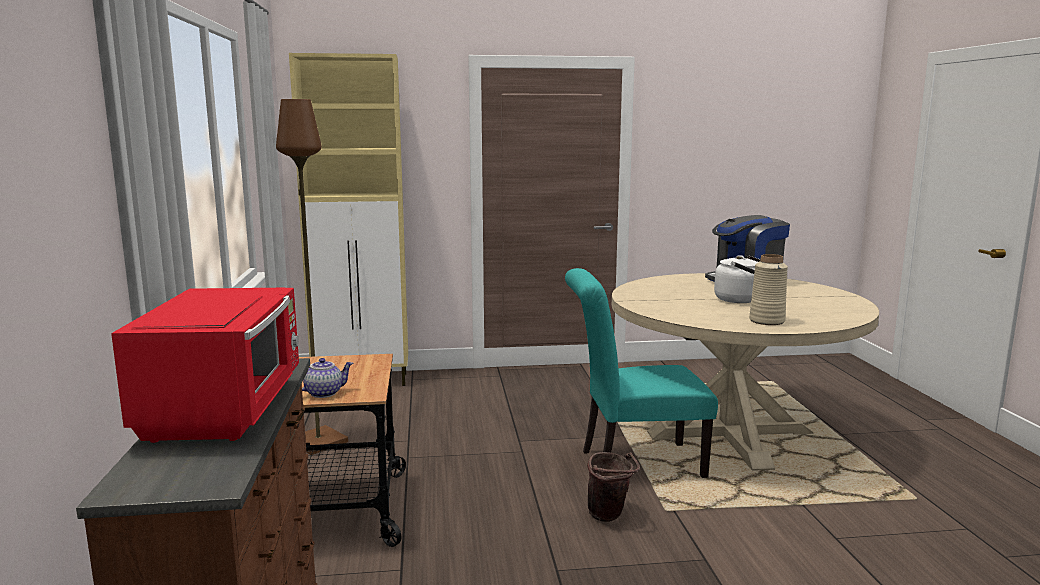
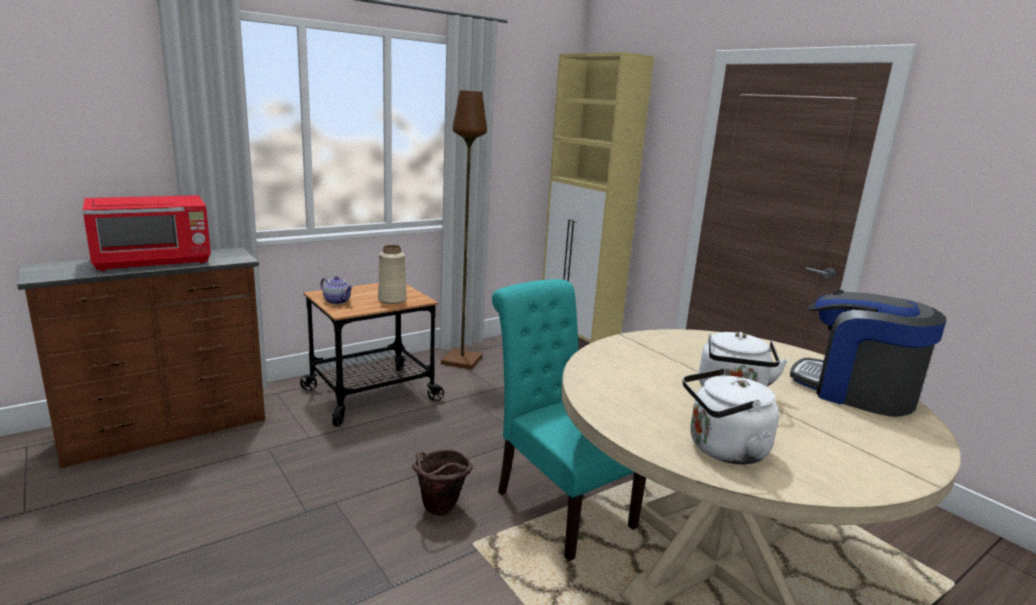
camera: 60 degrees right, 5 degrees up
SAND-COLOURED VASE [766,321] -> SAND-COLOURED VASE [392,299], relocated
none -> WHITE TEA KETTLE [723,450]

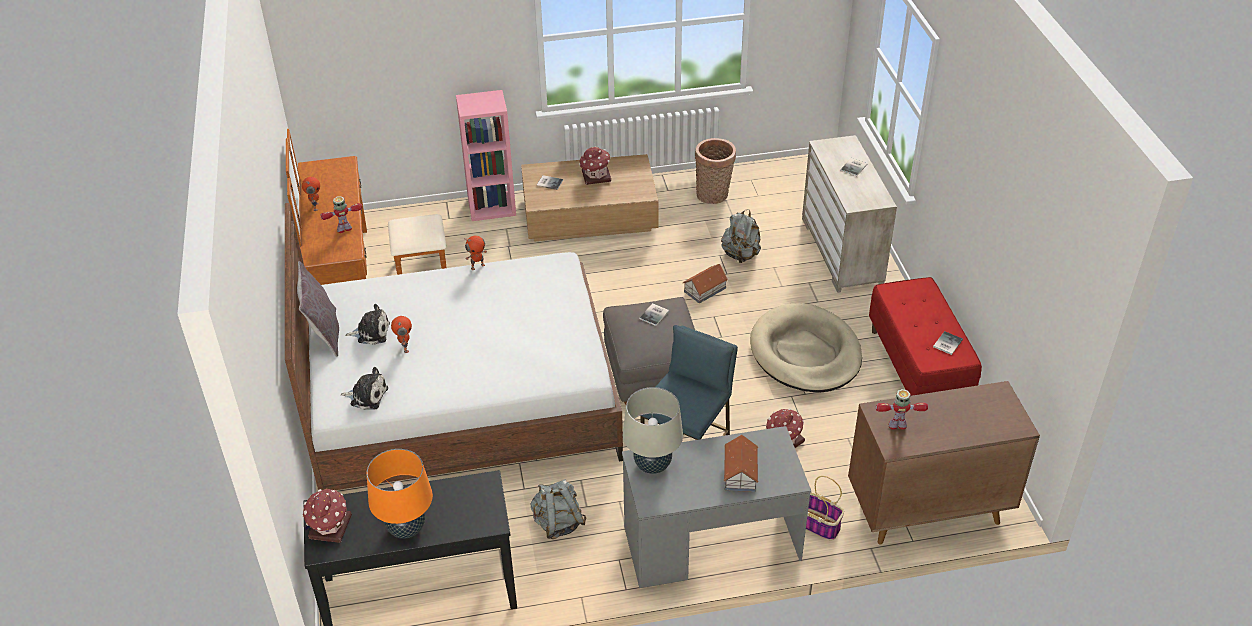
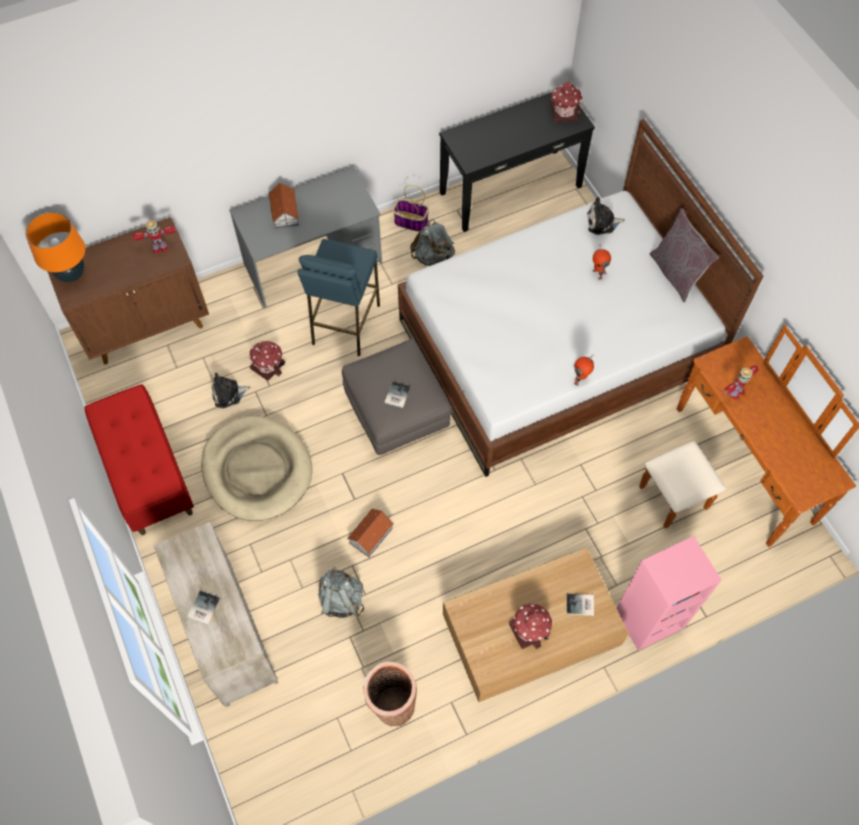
camera: 165 degrees right, 20 degrees up
ORANGE TABLETOP LAMP [406,528] -> ORANGE TABLETOP LAMP [71,274], relocated
CUDDLY TOY [371,332] -> CUDDLY TOY [228,394], relocated
STORAGE BASKET [819,525] -> STORAGE BASKET [410,222], relocated
ROBOT FIGURE [315,206] -> none
SAND-COLOURED TABLETOP LAMP [652,465] -> none
VOLUME [946,343] -> none

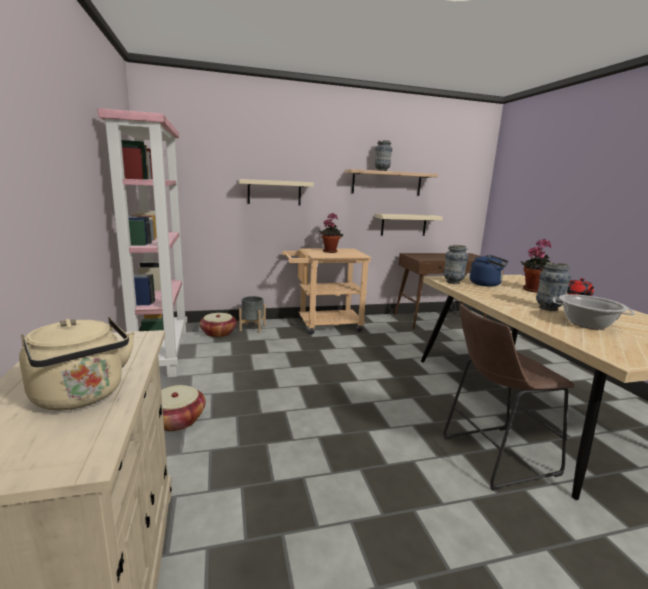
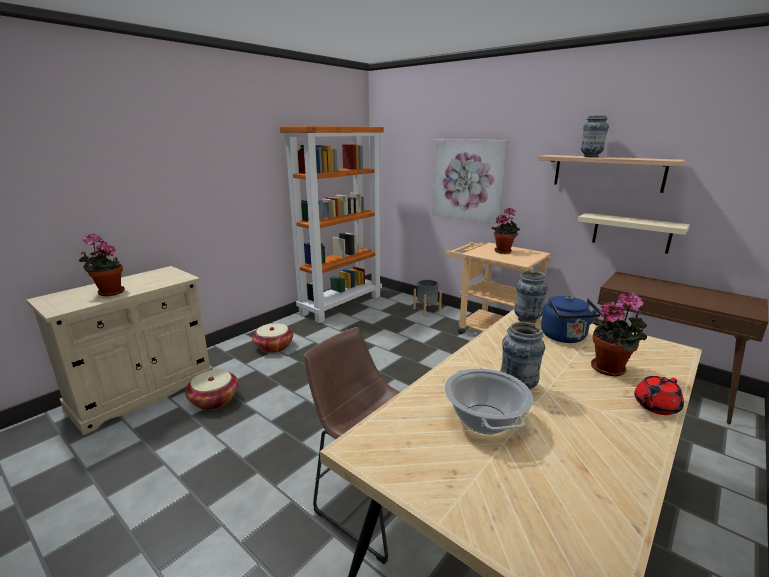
camera: 55 degrees right, 5 degrees up
SAND-COLOURED TEA KETTLE [82,396] -> HOUSEPLANT [109,292]
STORAGE BASKET [218,333] -> STORAGE BASKET [214,400], relocated
PINK BOOKCASE [161,352] -> ORANGE BOOKCASE [341,304]
SAND-COLOURED SHELF [274,192] -> WALL PICTURE [468,180]

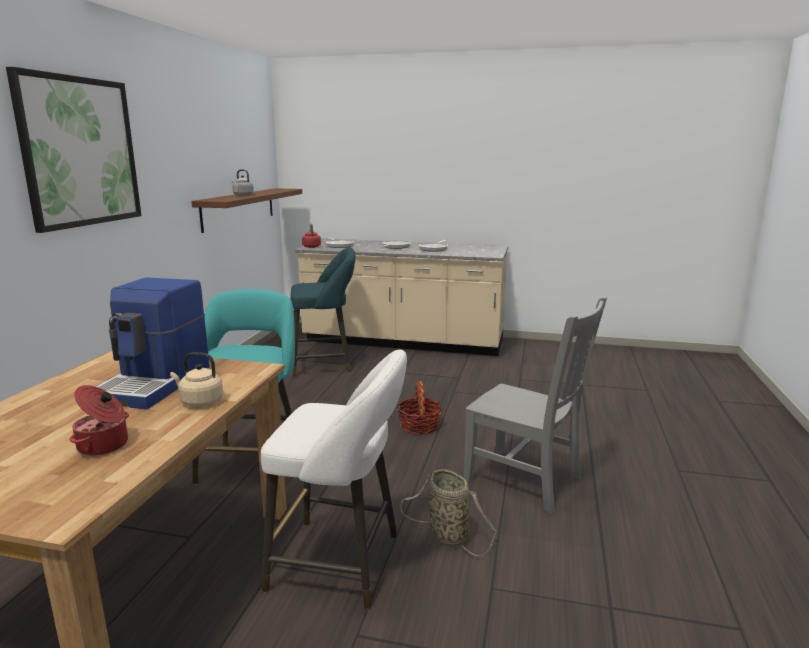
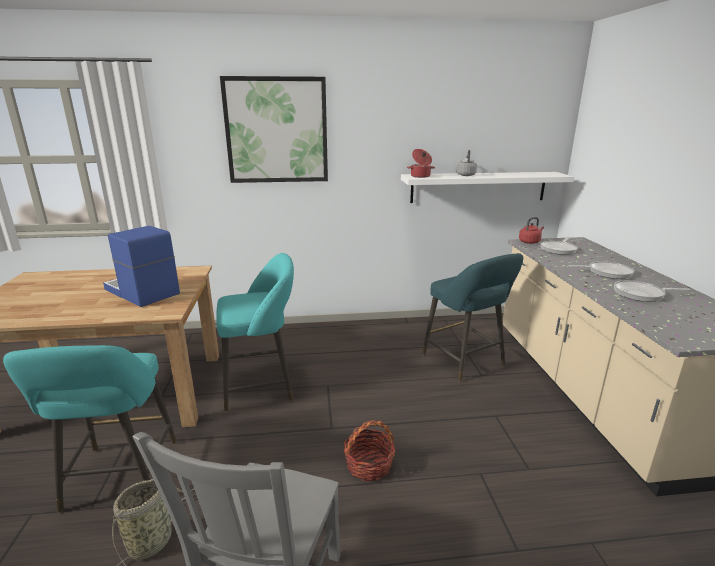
camera: 70 degrees right, 5 degrees up
WHITE SITTING STOOL [342,564] -> TURQUOISE SITTING STOOL [120,479]
COFFEE MAKER [156,383] -> COFFEE MAKER [141,292], 45 degrees clockwise
BROWN-COLOURED SHELF [239,208] -> WHITE SHELF [478,187]
STOCKPOT [104,446] -> STOCKPOT [420,176], relocated
SAND-COLOURED TEA KETTLE [199,401] -> none

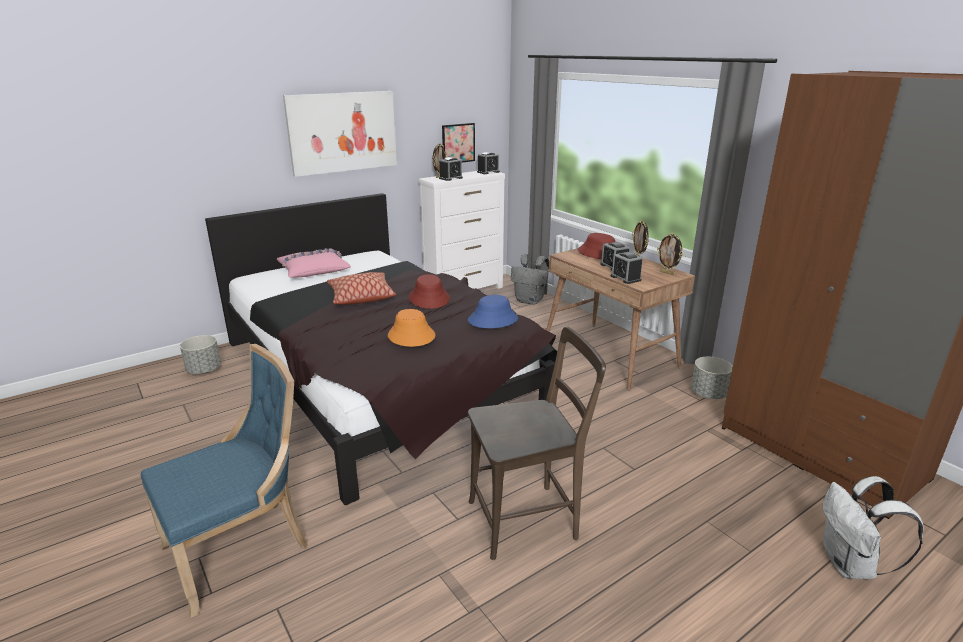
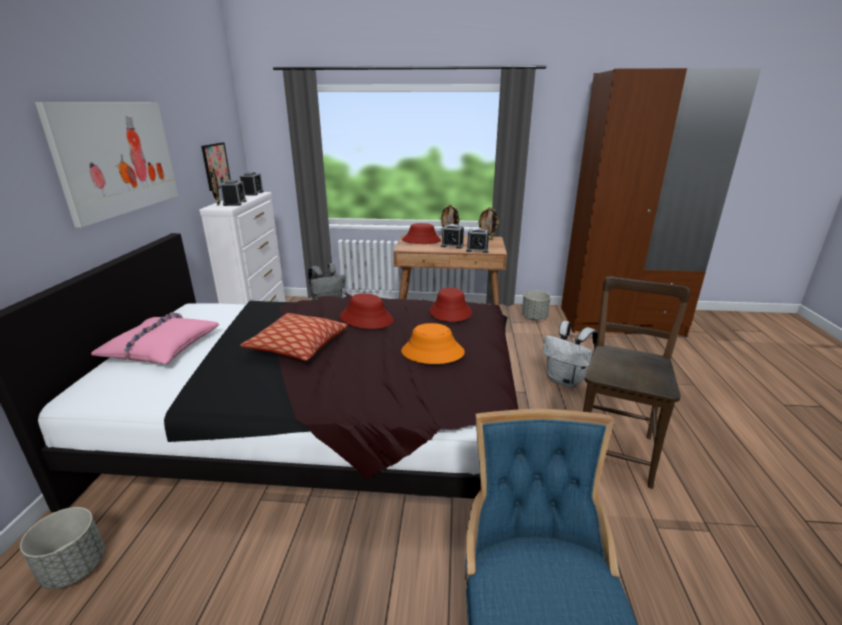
camera: 50 degrees left, 0 degrees up
BLUE-COLOURED CLOTHING HAT [492,320] -> RED CLOTHING HAT [450,312]
WHITE KNAPSACK [850,565] -> WHITE KNAPSACK [566,381], relocated

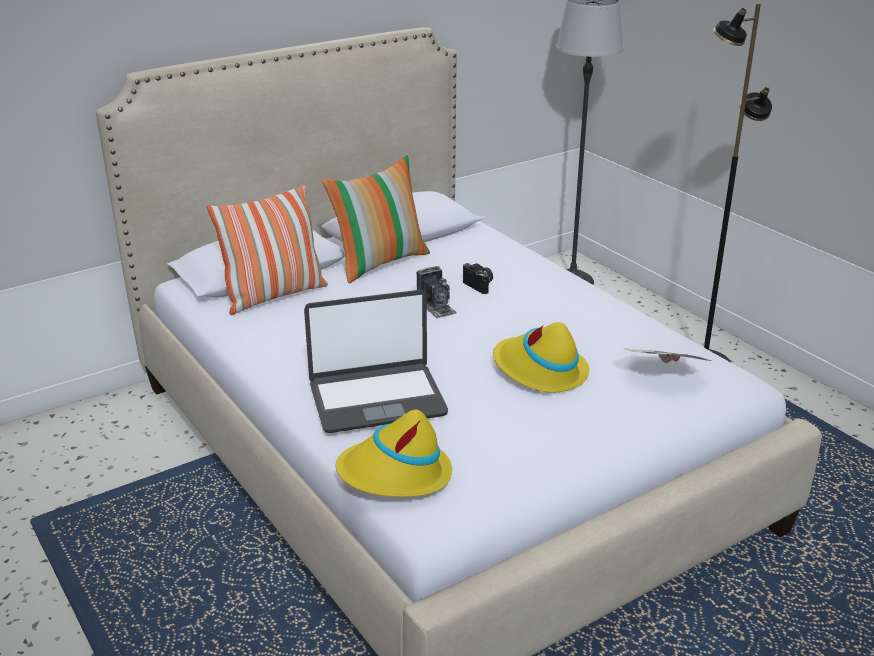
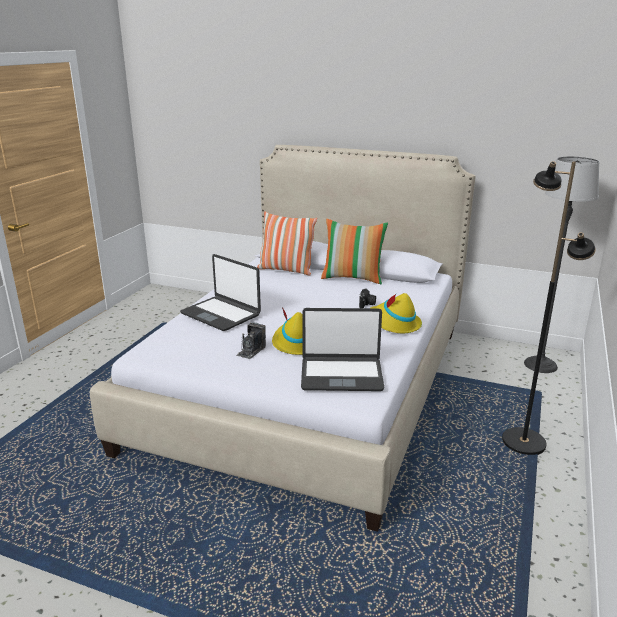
camera: 55 degrees right, 5 degrees down
STILL CAMERA [436,307] -> STILL CAMERA [251,351], relocated
PRINTED PAPER [664,374] -> LAPTOP [341,375]
YELLOWISH CLOTHING HAT [395,475] -> YELLOWISH CLOTHING HAT [393,323], relocated

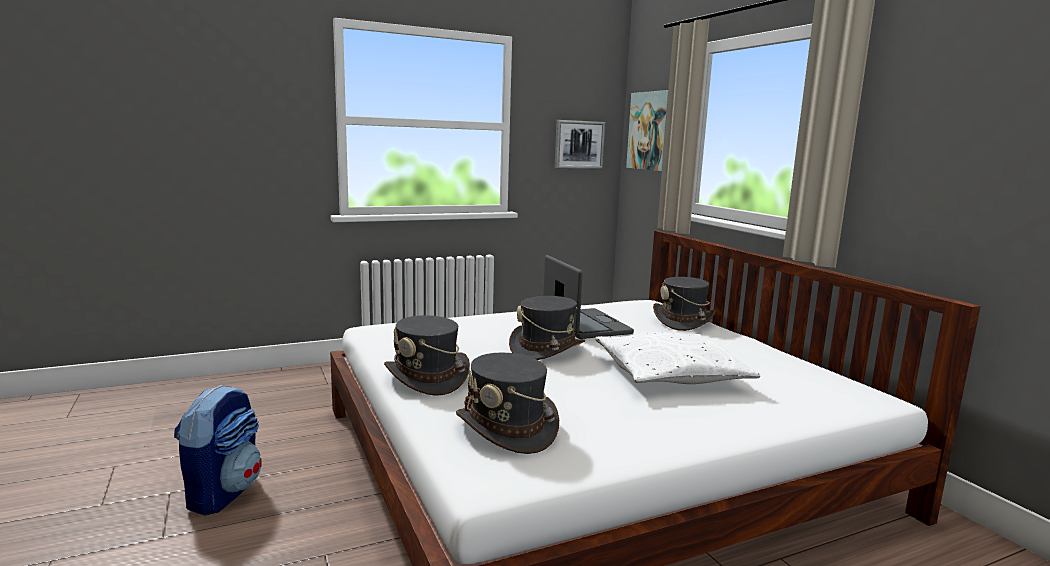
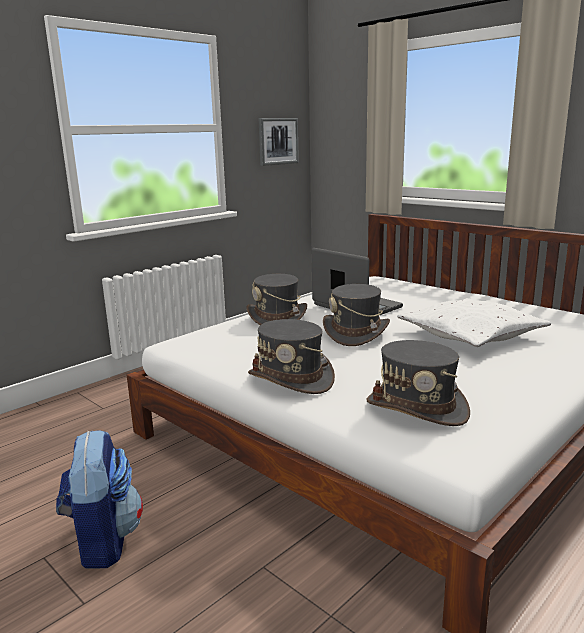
camera: 20 degrees left, 5 degrees up
GREY CLOTHING HAT [683,321] -> GREY CLOTHING HAT [277,318], relocated
WALL PICTURE [650,131] -> none

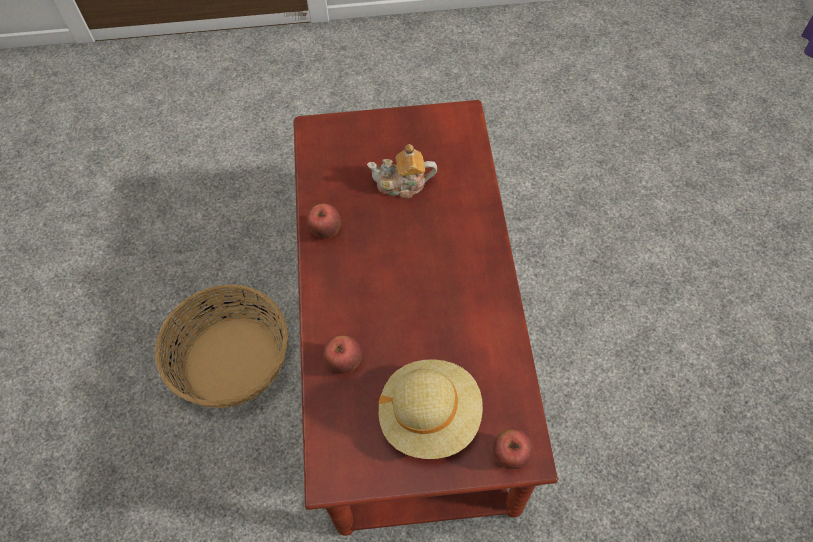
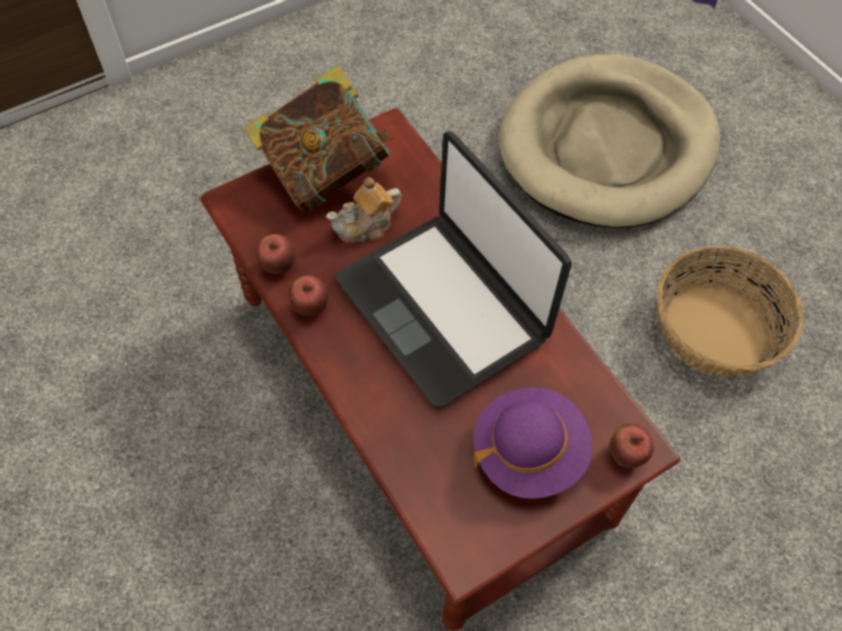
camera: 30 degrees left, 0 degrees up
none -> VOLUME [325,171]
WHOLE APPLE [344,362] -> WHOLE APPLE [278,266], relocated
none -> LAPTOP [443,307]
SAND-COLOURED CLOTHING HAT [430,416] -> PURPLISH CLOTHING HAT [529,452]
none -> SAND-COLOURED PET BED [607,147]
STORAGE BASKET [231,360] -> STORAGE BASKET [713,330], relocated

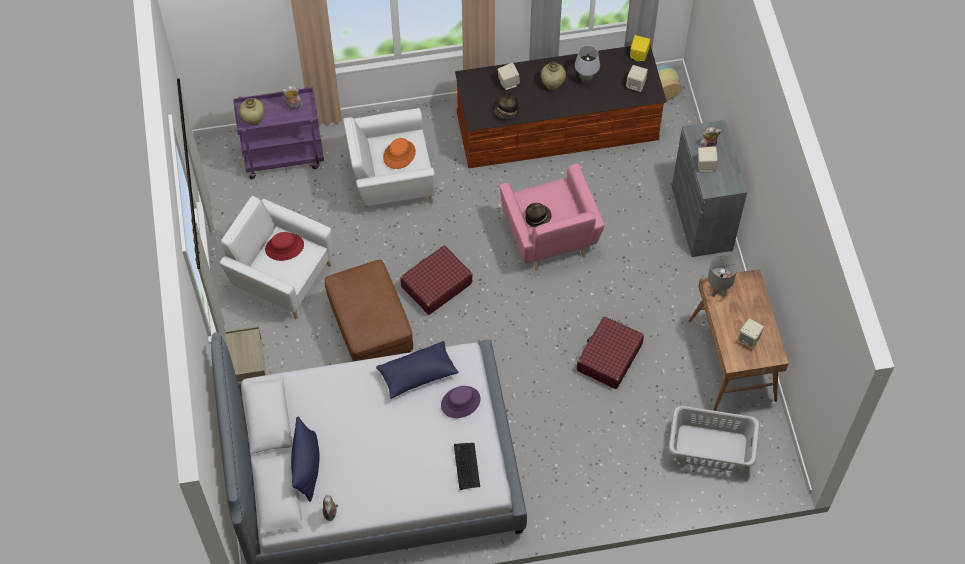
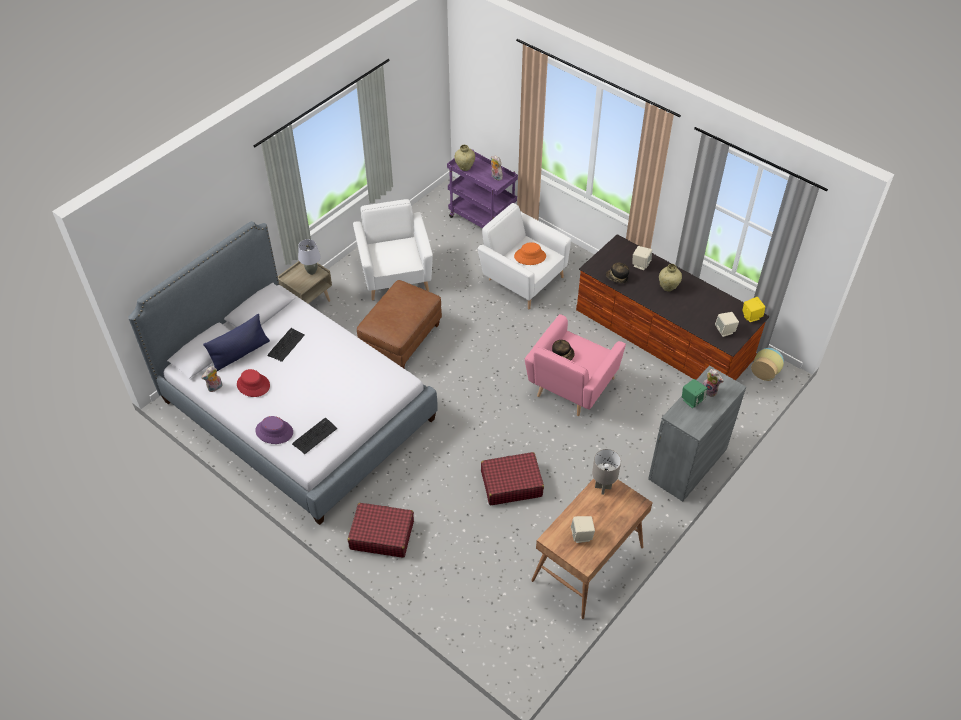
camera: 50 degrees right, 10 degrees down
RED CLOTHING HAT [284,247] -> RED CLOTHING HAT [253,385], relocated
PURPLISH CLOTHING HAT [460,402] -> PURPLISH CLOTHING HAT [274,431], relocated
none -> PC KEYBOARD [286,345]
GREY TABLETOP LAMP [586,79] -> GREY TABLETOP LAMP [312,271], relocated
RED PIECE OF LUGGAGE [436,285] -> RED PIECE OF LUGGAGE [381,535], relocated
SAND-COLOURED SPEAKER [705,165] -> GREEN-COLOURED SPEAKER [692,400]
BLUE-COLOURED CUSHION [417,374] -> none
GREY WASHING BASKET [711,449] -> none

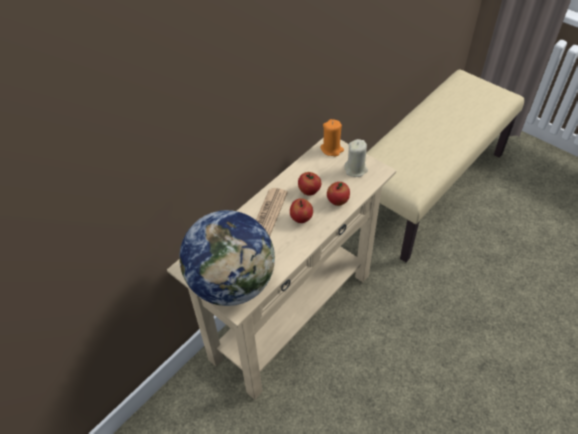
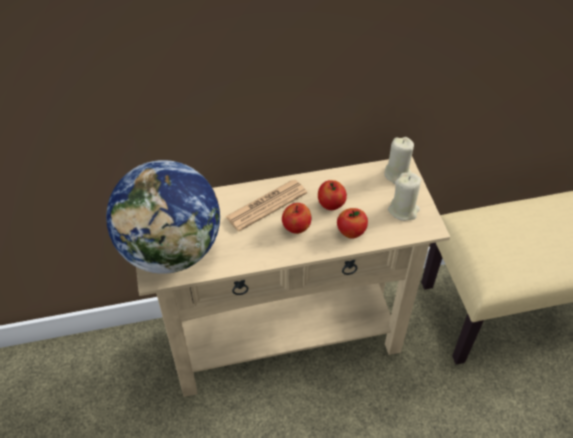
camera: 35 degrees right, 0 degrees up
ORANGE WAX CANDLE [332,149] -> SAND-COLOURED WAX CANDLE [397,174]

